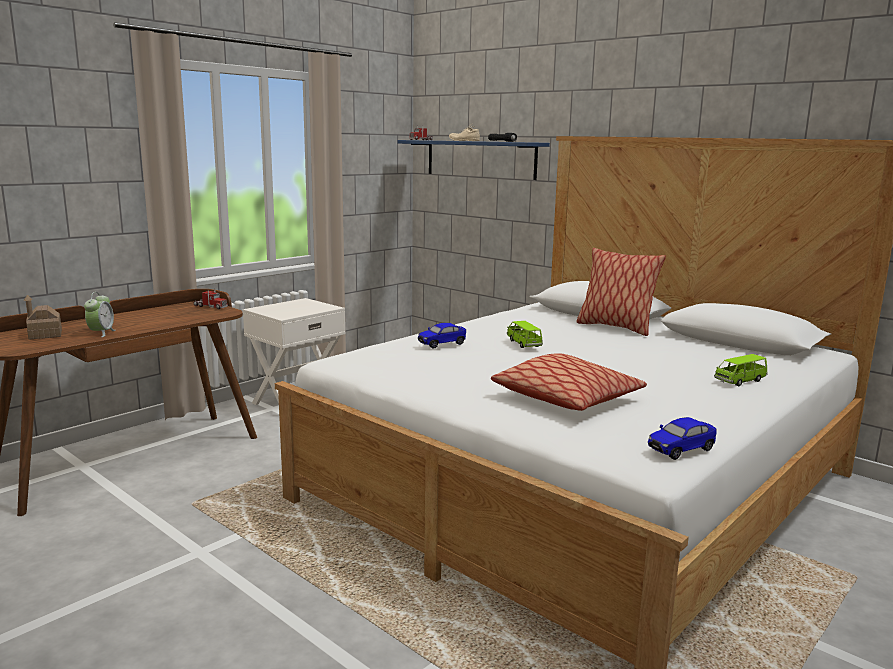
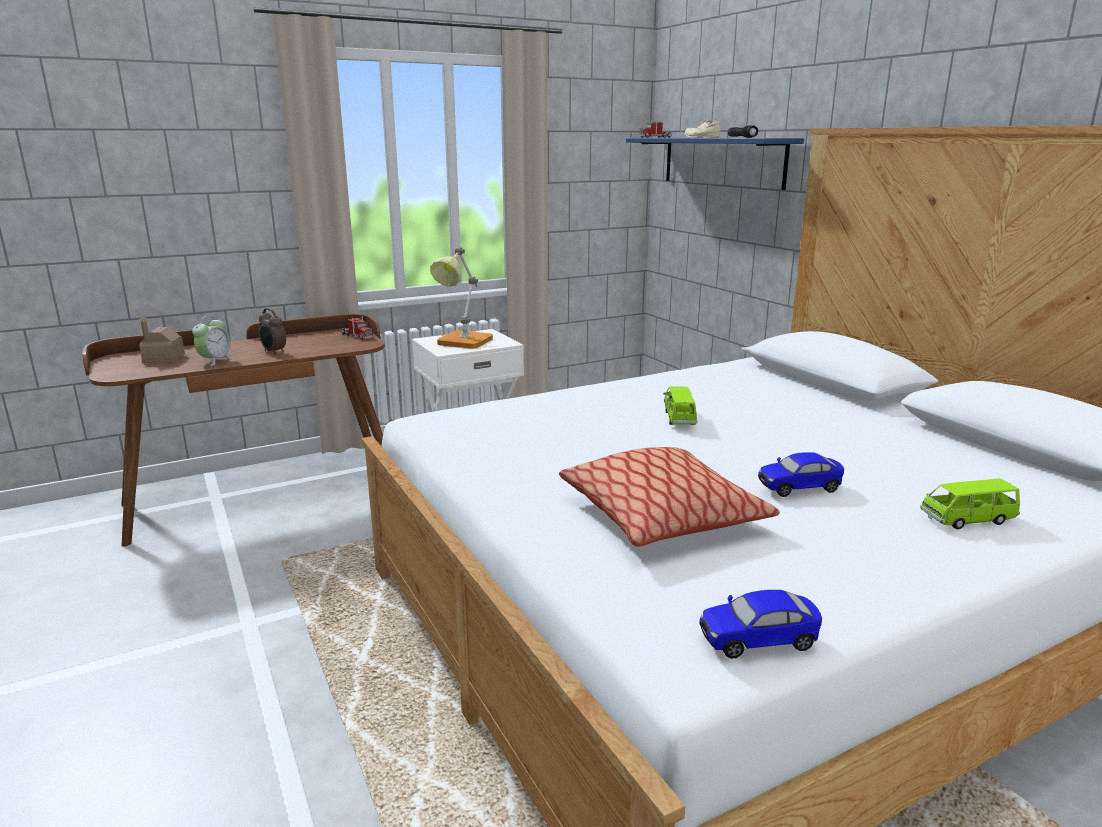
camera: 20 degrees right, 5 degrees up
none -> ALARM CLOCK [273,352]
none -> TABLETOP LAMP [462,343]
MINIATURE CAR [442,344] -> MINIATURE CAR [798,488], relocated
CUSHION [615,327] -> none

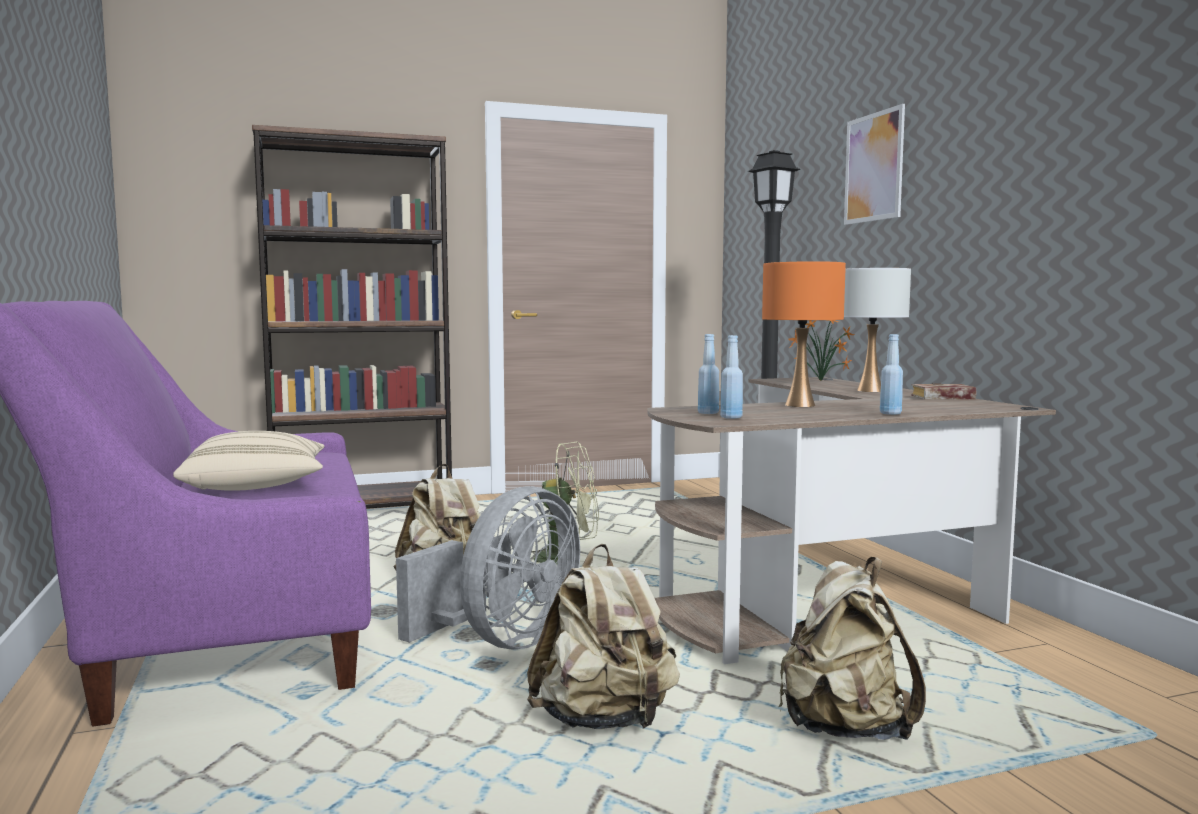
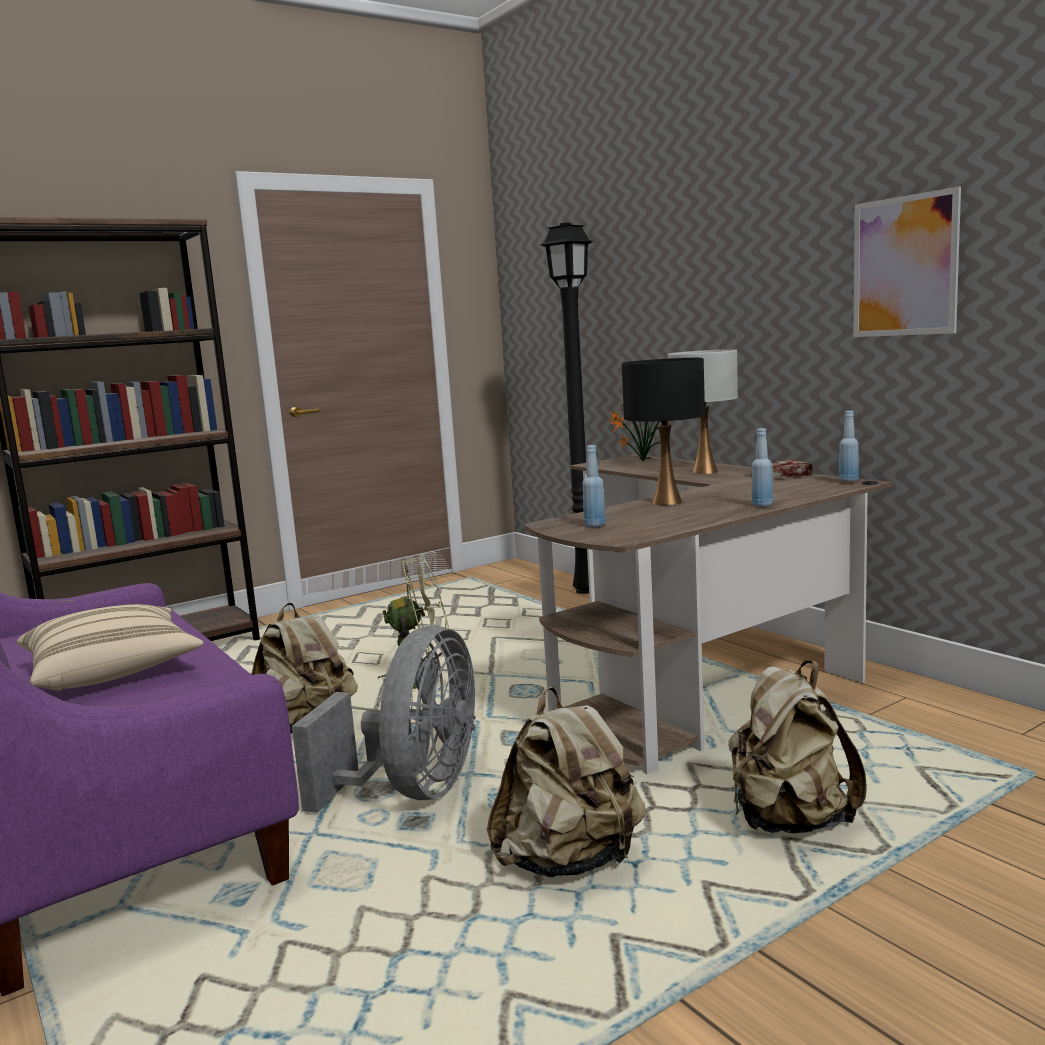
camera: 15 degrees left, 5 degrees up
ORANGE TABLETOP LAMP [800,405] -> BLACKISH TABLETOP LAMP [666,502]
BLUE-COLOURED BOTTLE [731,417] -> BLUE-COLOURED BOTTLE [848,480], relocated
WALL PICTURE [874,167] -> WALL PICTURE [904,266], relocated

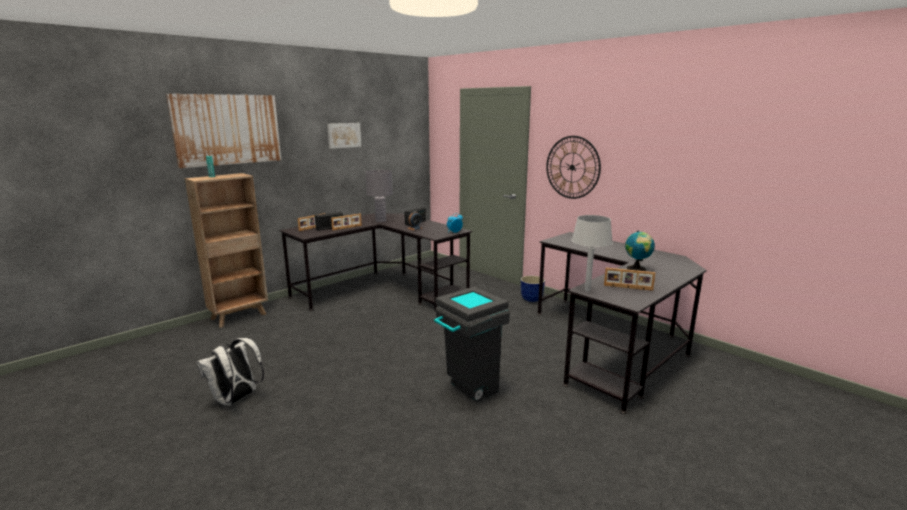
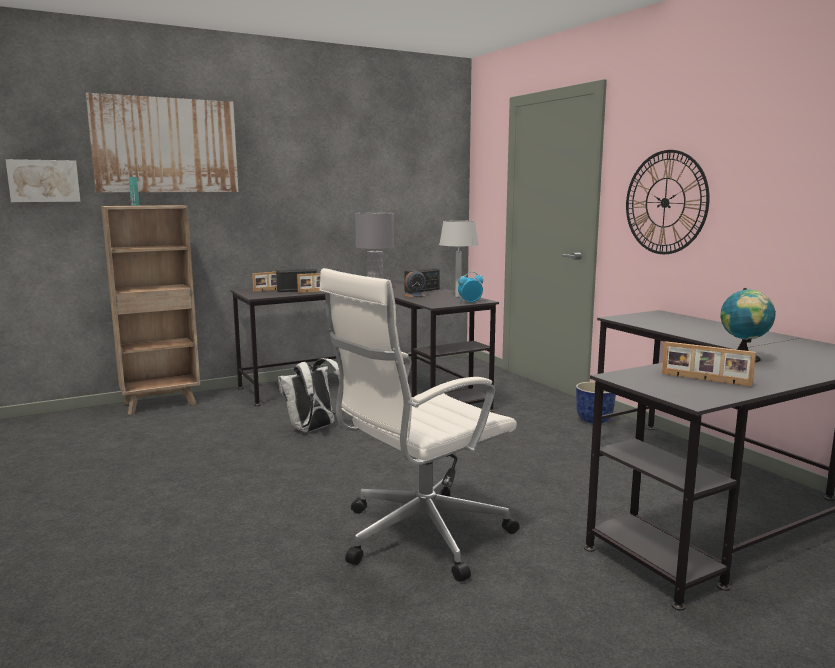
camera: 15 degrees right, 5 degrees down
WALL PICTURE [343,135] -> WALL PICTURE [43,181], relocated
WHITE KNAPSACK [236,399] -> WHITE KNAPSACK [312,429], relocated
GREY TRASH CAN [469,391] -> WHITE OFFICE CHAIR [419,535]
GREY TABLETOP LAMP [587,290] -> GREY TABLETOP LAMP [458,296], relocated

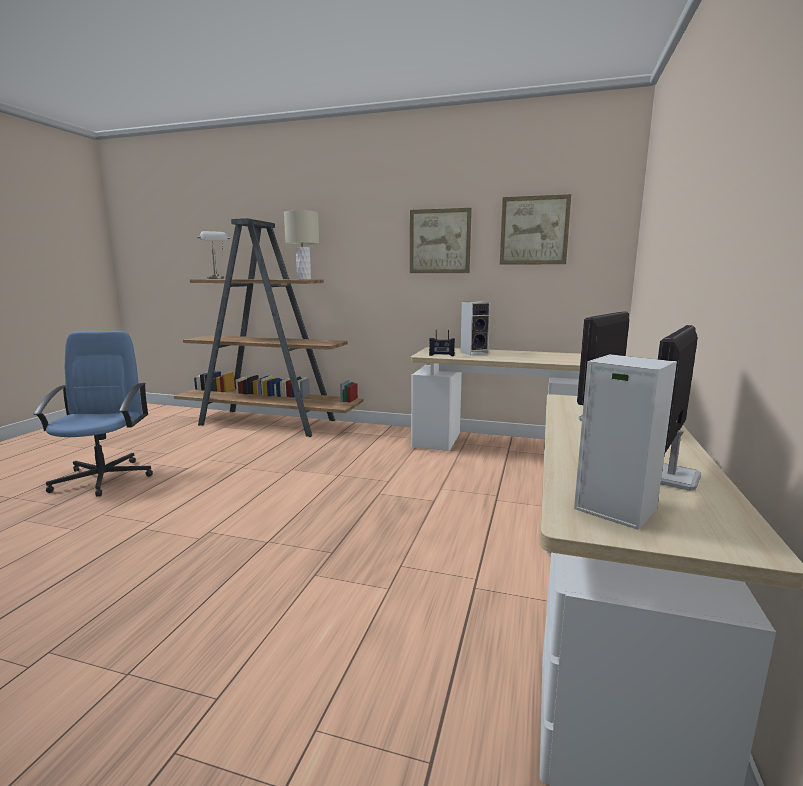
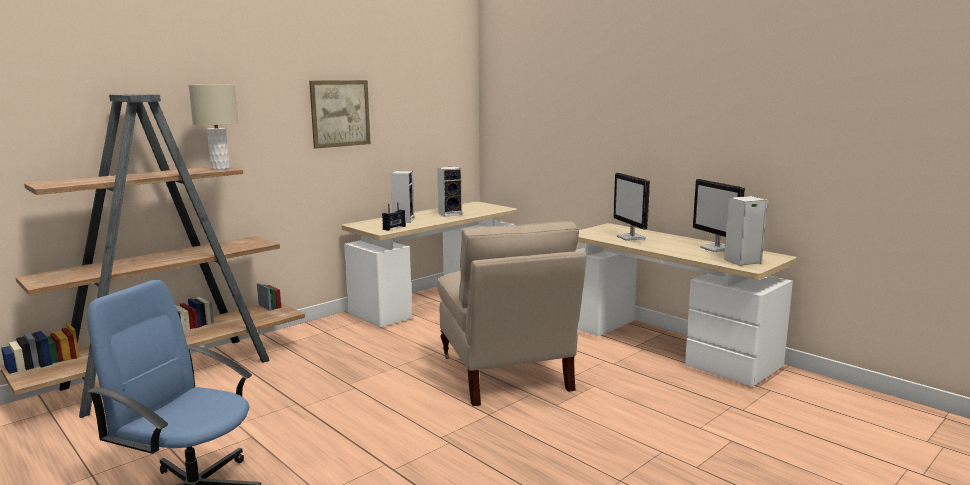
camera: 60 degrees left, 0 degrees up
none -> SPEAKER [451,214]
none -> SAND-COLOURED UPRIGHT CHAIR [505,374]
GREY TABLETOP LAMP [217,278] -> none
WALL PICTURE [534,230] -> none

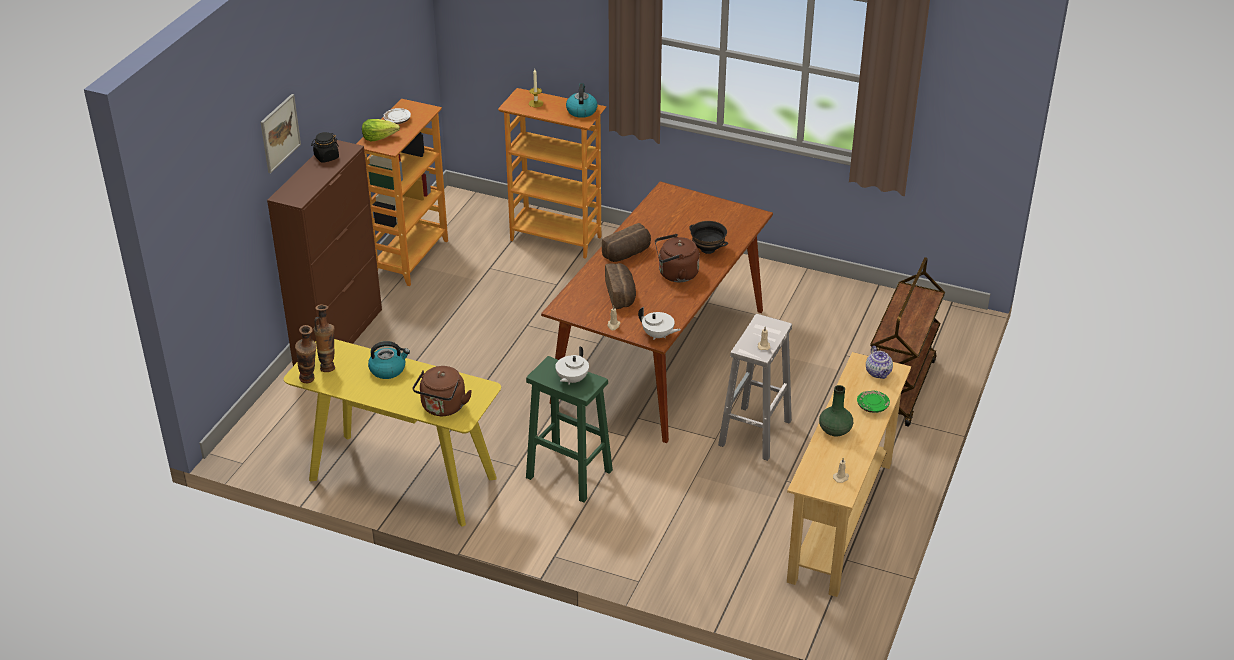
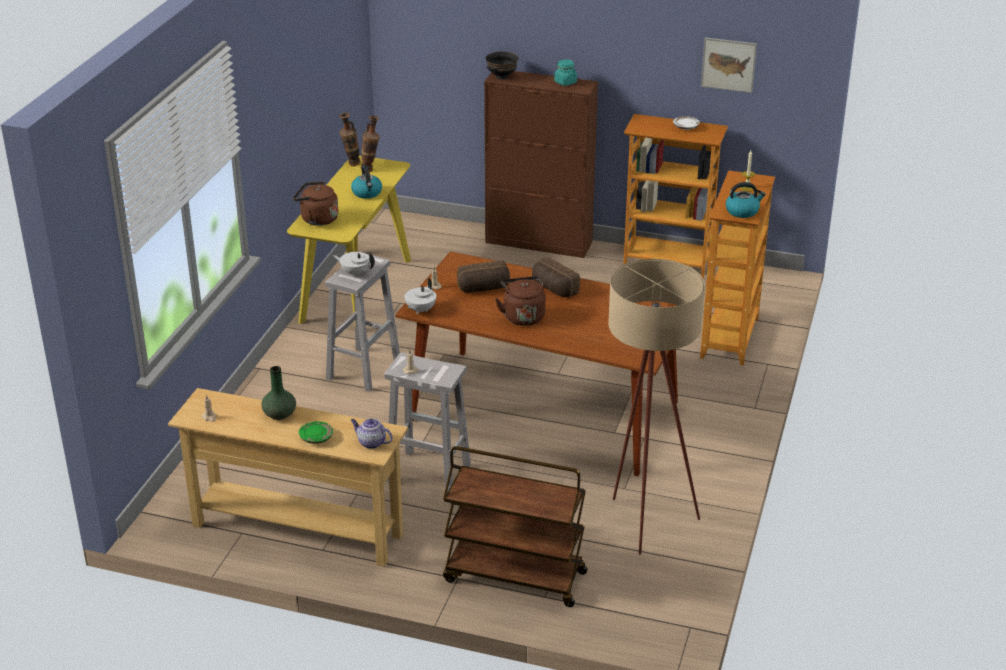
camera: 85 degrees right, 5 degrees down
GREEN-COLOURED SITTING STOOL [568,474] -> WHITE SITTING STOOL [364,368]
TEA POT [878,373] -> TEA POT [371,443], 45 degrees clockwise
BLACKISH BOWL [707,250] -> BLACKISH BOWL [501,76], relocated
BLACKISH STORAGE JAR [326,157] -> TURQUOISE STORAGE JAR [565,82]
none -> SAND-COLOURED STANDING LAMP [643,518]
WALL PICTURE [280,133] -> WALL PICTURE [728,64], relocated
HEAD OF LETTUCE [379,137] -> none

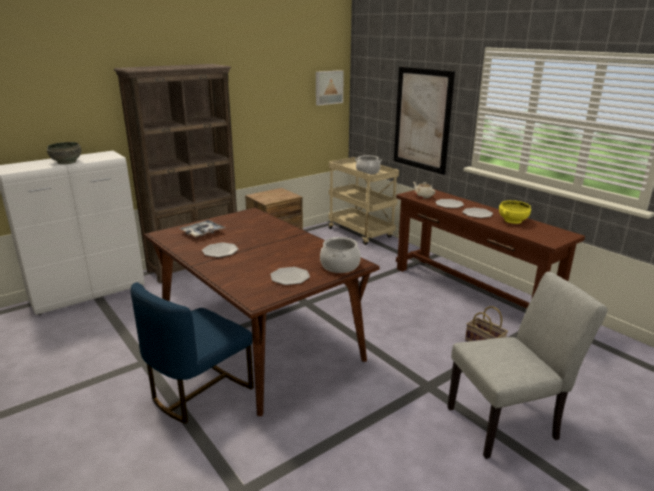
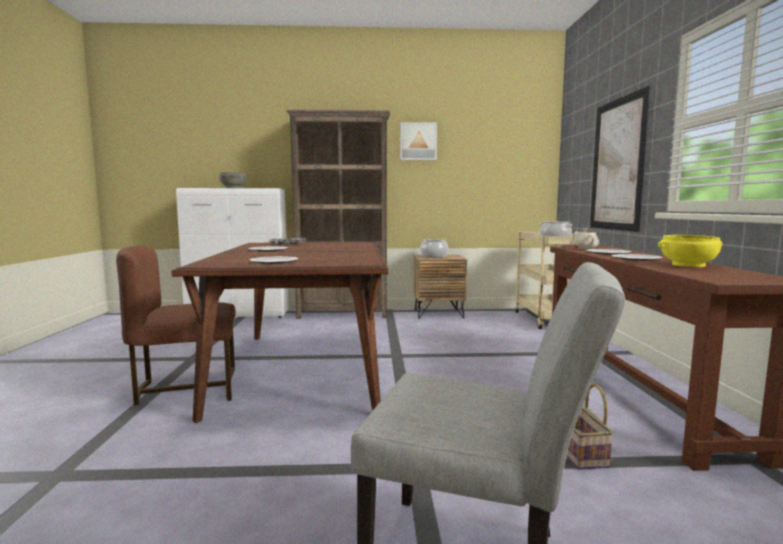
camera: 35 degrees right, 15 degrees down
BLUE-COLOURED UPRIGHT CHAIR [199,391] -> BROWN-COLOURED UPRIGHT CHAIR [187,388]
WALL PICTURE [328,87] -> WALL PICTURE [418,141], relocated
STOCKPOT [339,266] -> STOCKPOT [434,256], relocated

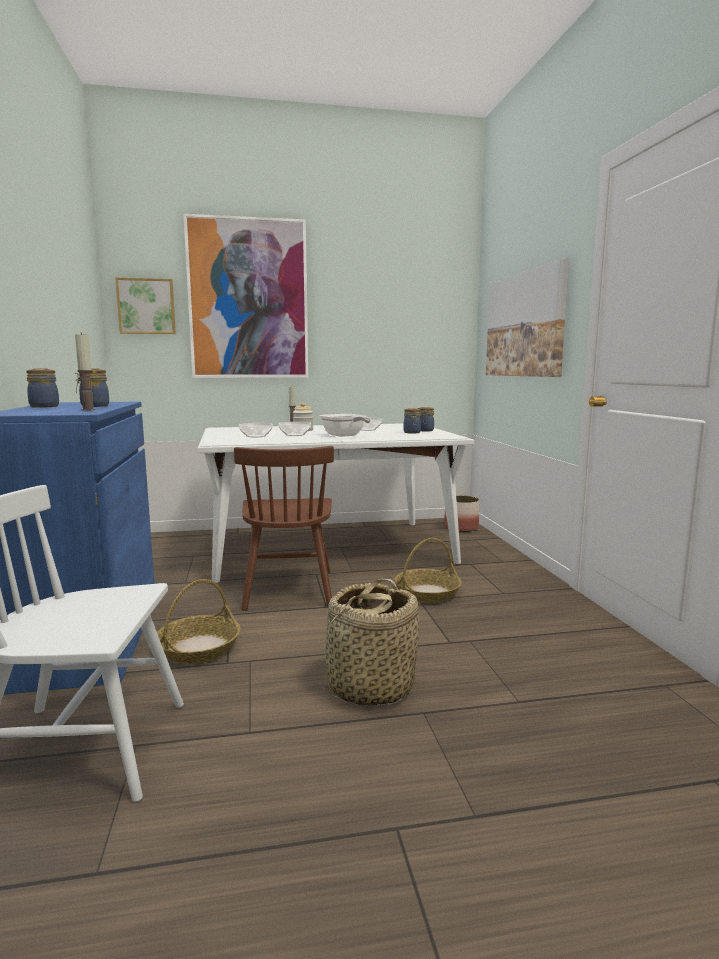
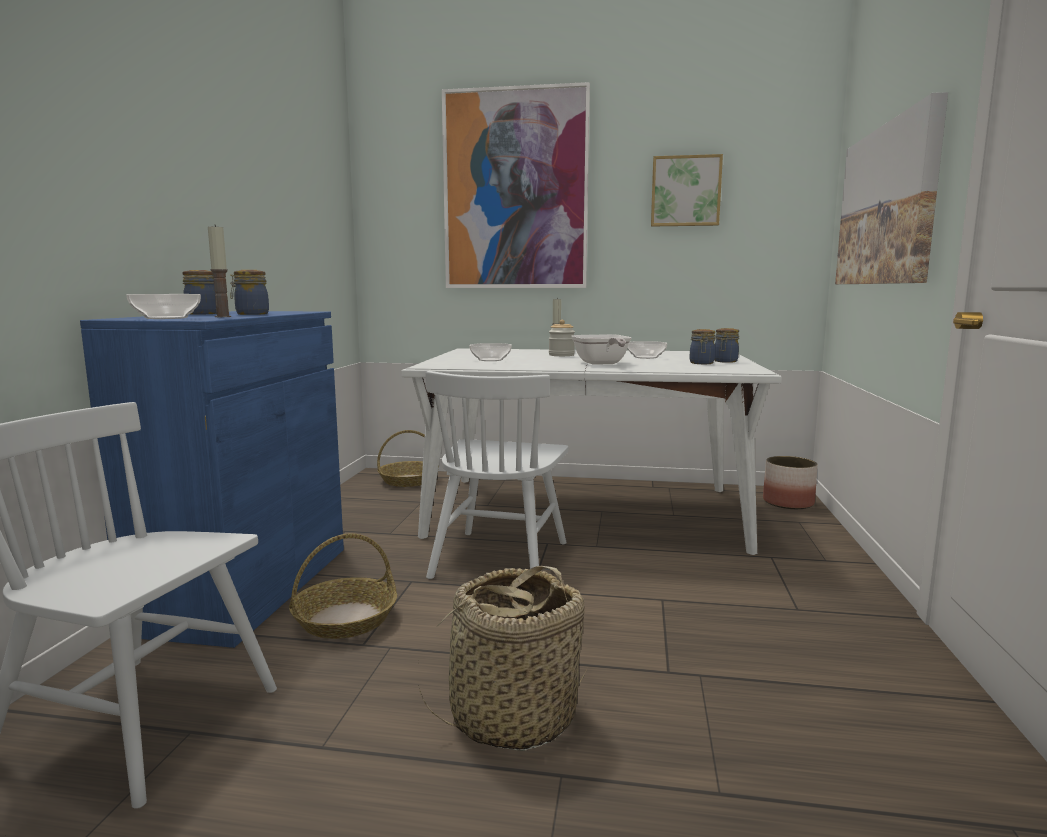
camera: 20 degrees right, 0 degrees up
BOWL [294,435] -> BOWL [166,318], relocated
STORAGE BASKET [427,593] -> STORAGE BASKET [409,480], relocated
BROWN-COLOURED UPRIGHT CHAIR [288,589] -> WHITE UPRIGHT CHAIR [499,559]
WALL PICTURE [146,306] -> WALL PICTURE [685,191], relocated

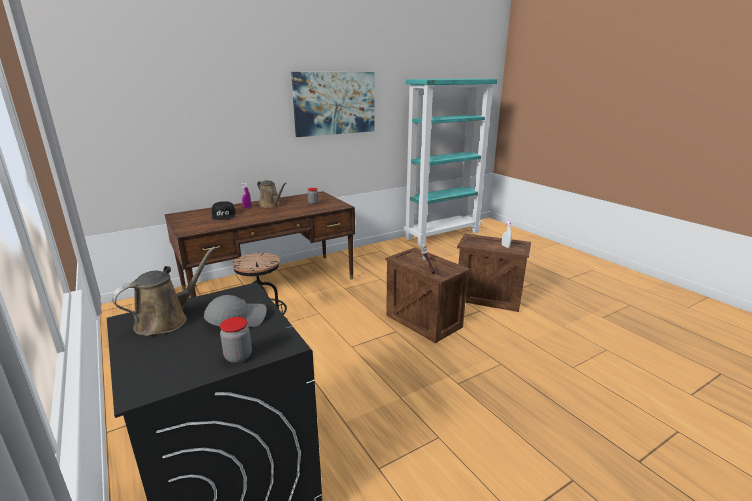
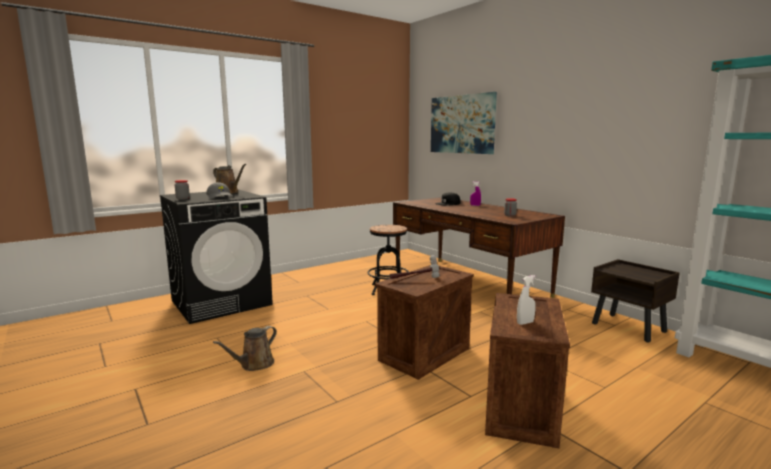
camera: 85 degrees right, 10 degrees down
BROWN-COLOURED SPRINKLING CAN [271,205] -> BROWN-COLOURED SPRINKLING CAN [254,364], relocated
WALL PICTURE [335,103] -> WALL PICTURE [462,124], relocated
none -> BROWN-COLOURED NIGHT TABLE [629,328]

